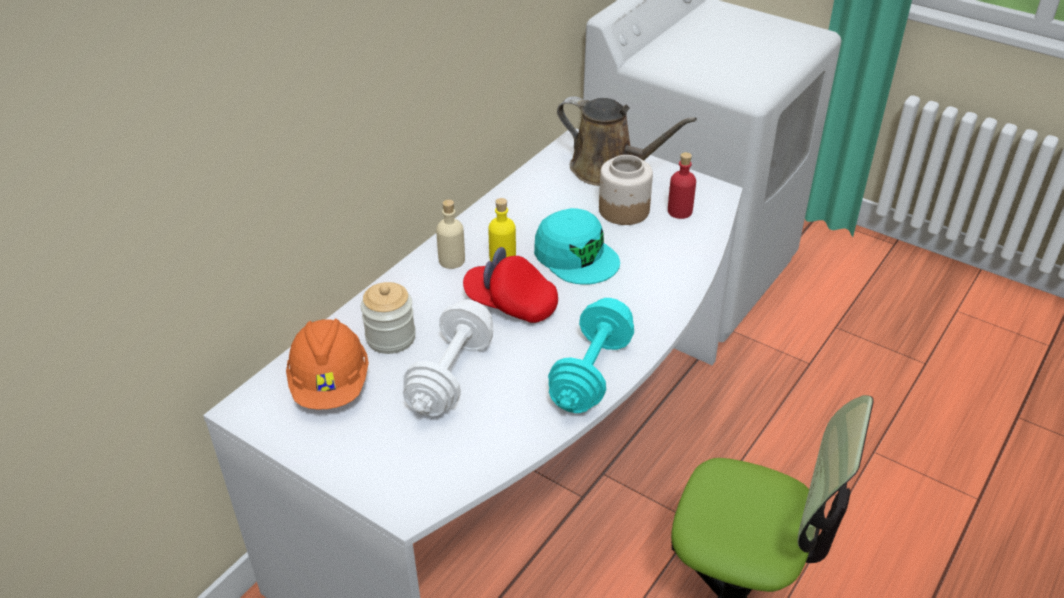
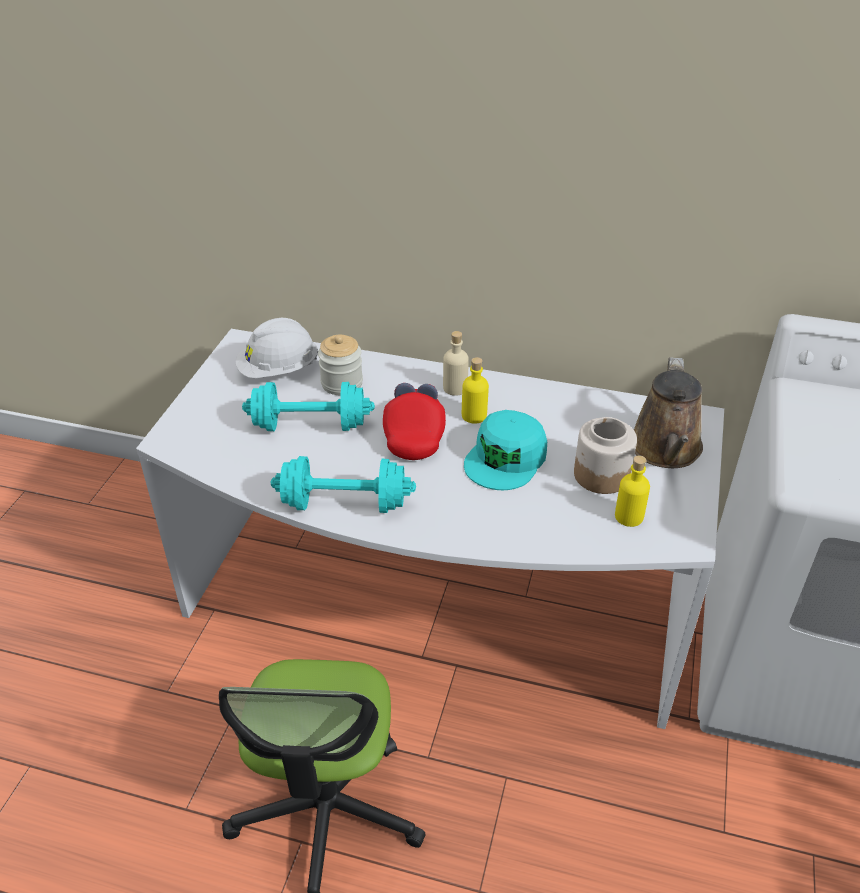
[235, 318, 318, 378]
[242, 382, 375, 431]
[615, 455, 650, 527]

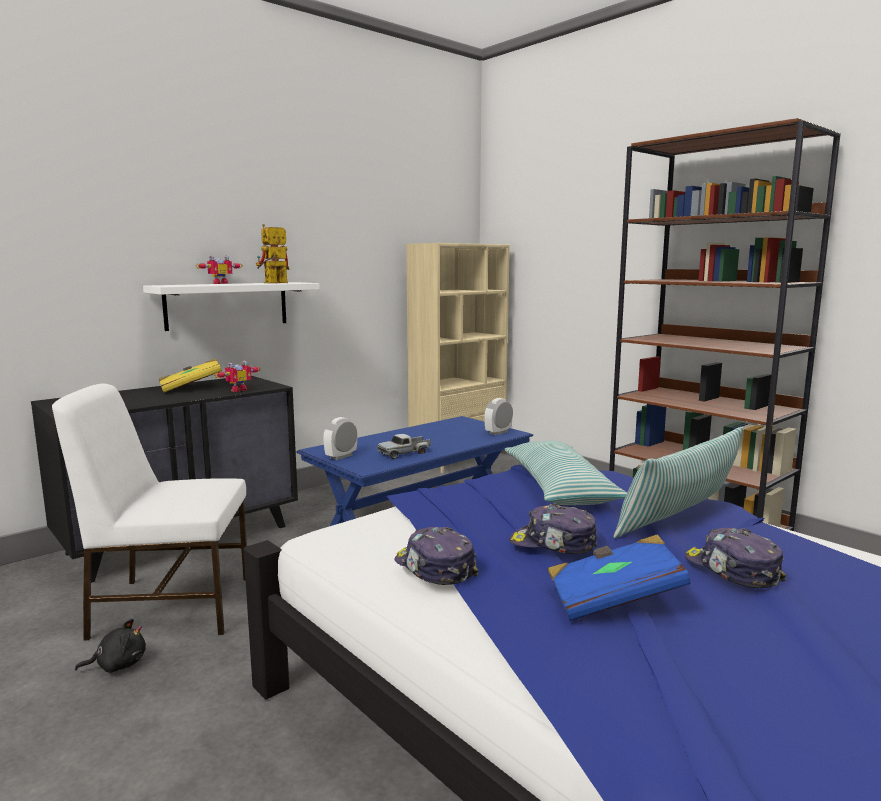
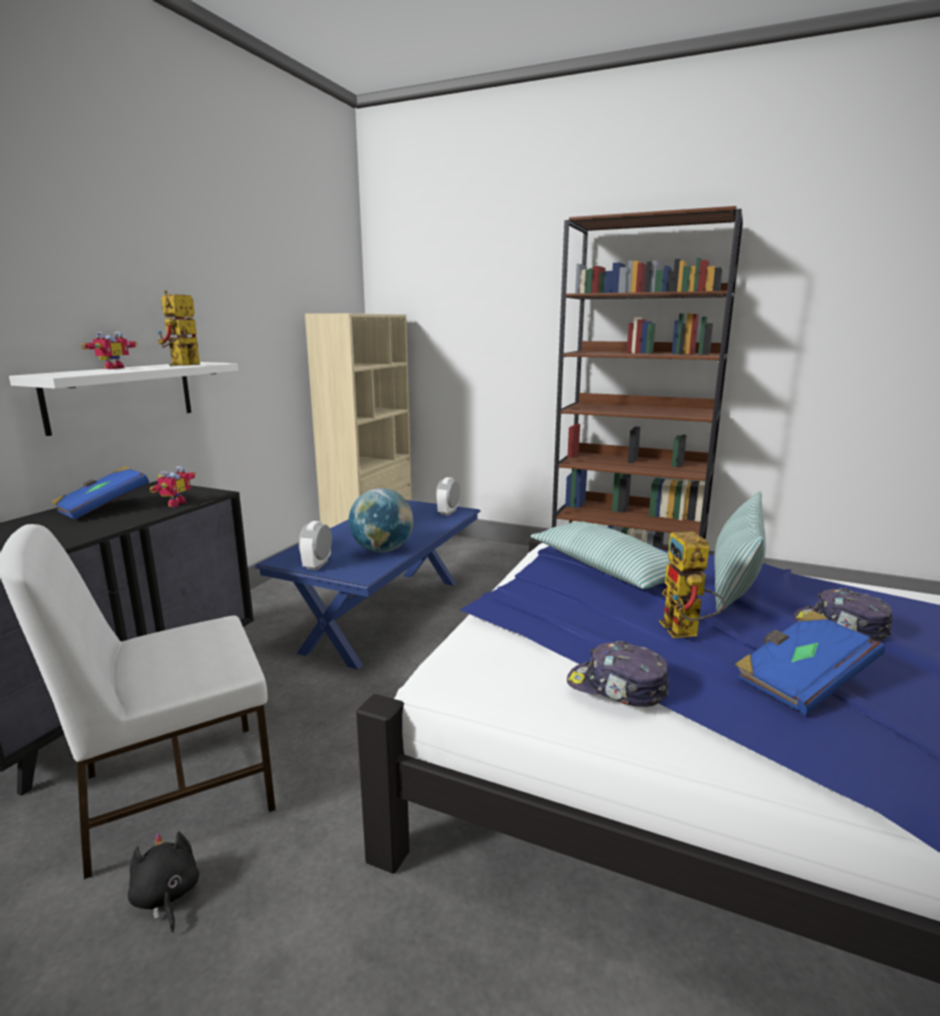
[349, 488, 413, 552]
[659, 531, 725, 638]
[51, 466, 149, 520]
[128, 831, 199, 933]

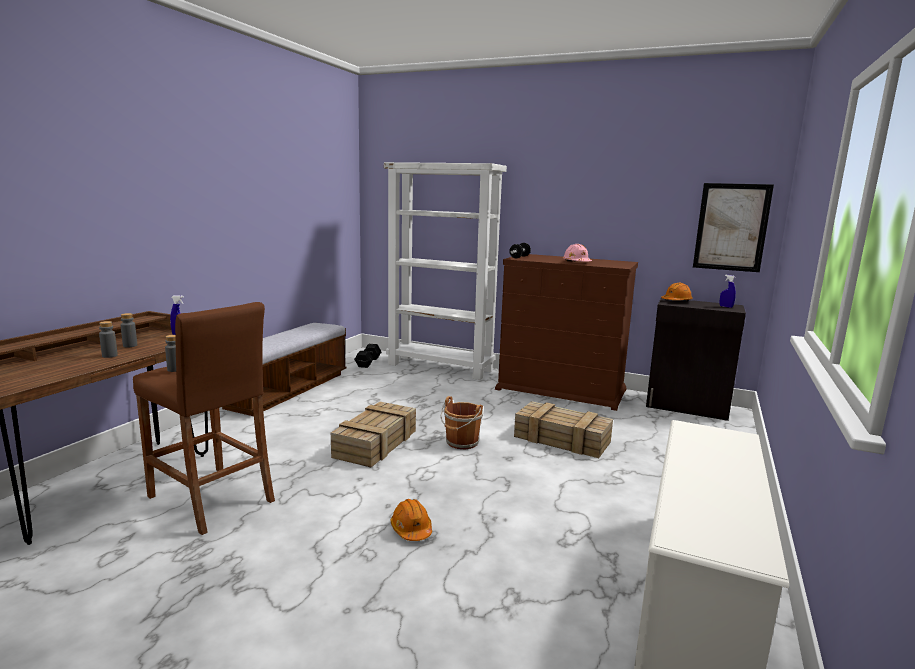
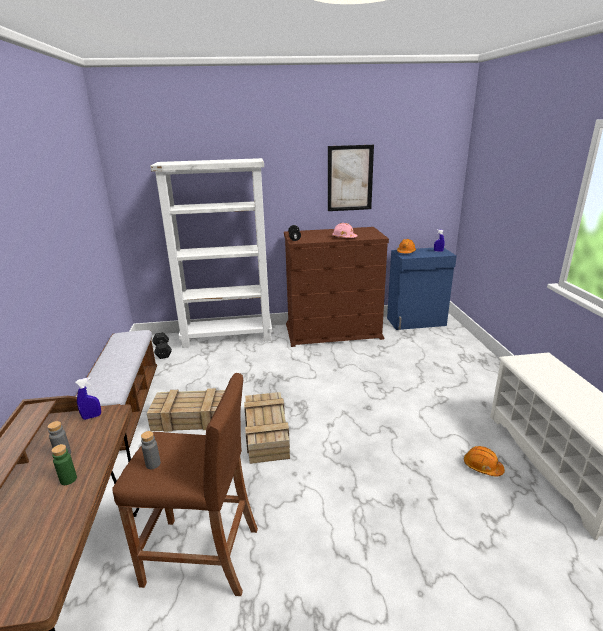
[440, 396, 483, 449] (first image)
[464, 446, 505, 477]
[147, 388, 225, 432]
[328, 145, 374, 211]
[52, 444, 77, 485]
[387, 248, 457, 330]

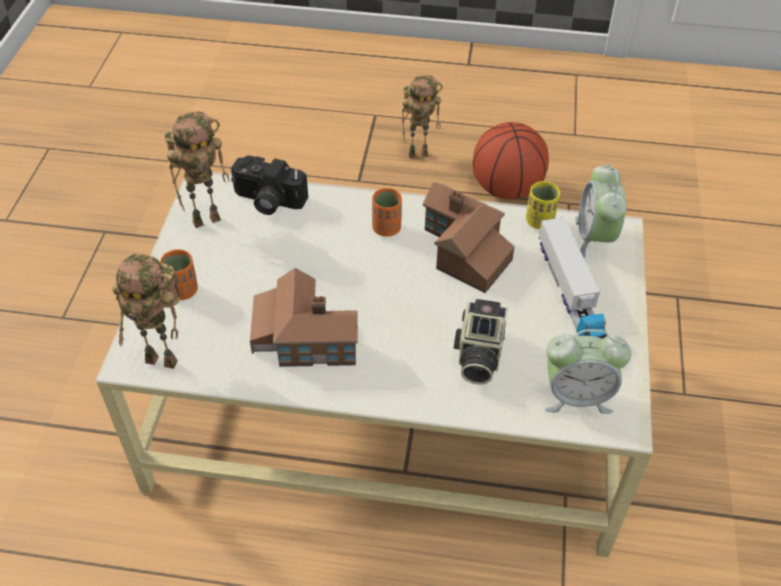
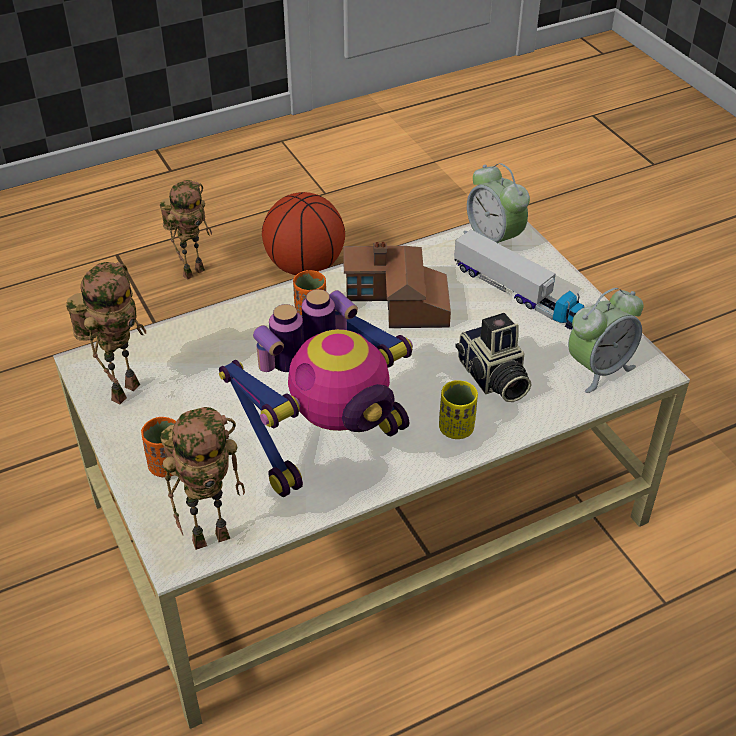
[231, 155, 308, 215] (first image)
[439, 380, 478, 439]
[219, 289, 413, 497]

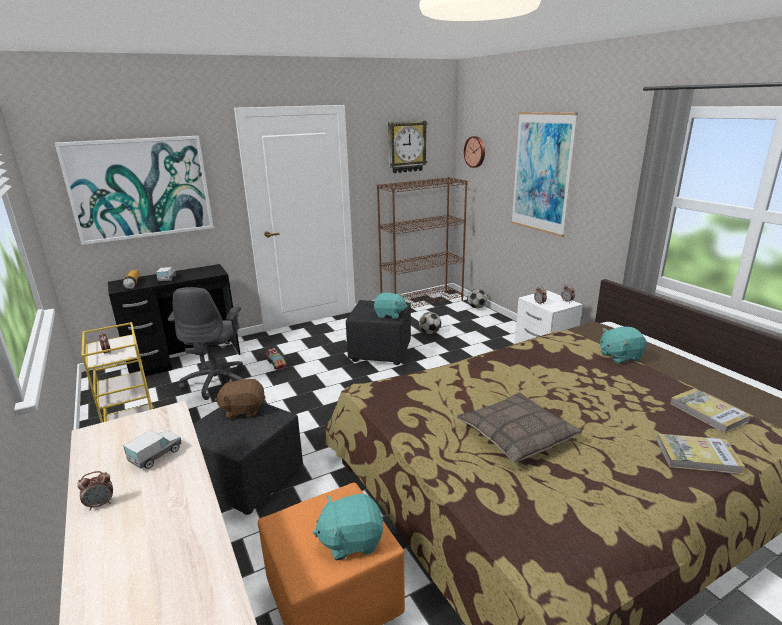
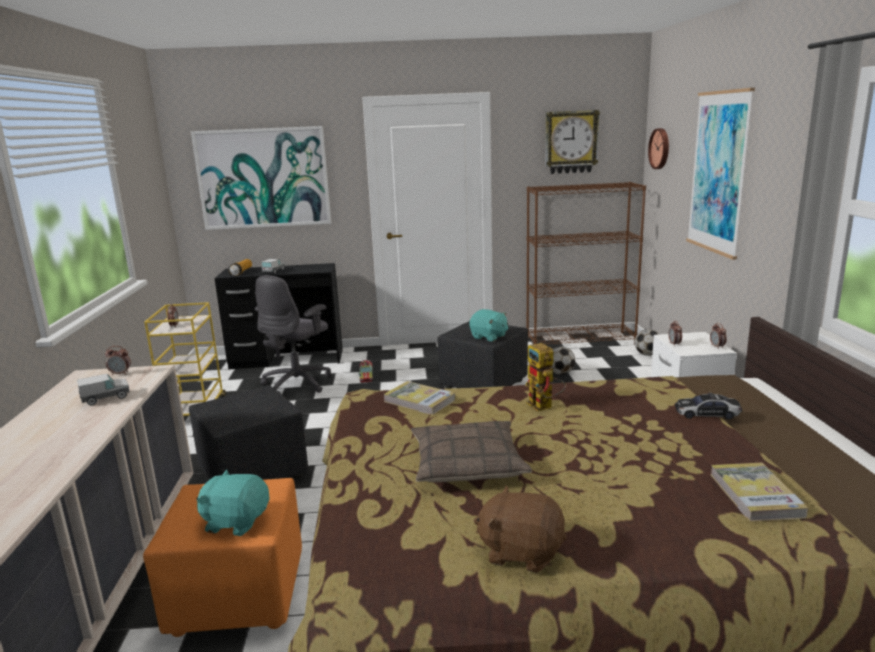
[526, 343, 566, 411]
[105, 346, 131, 376]
[473, 486, 566, 573]
[383, 381, 455, 415]
[675, 393, 742, 420]

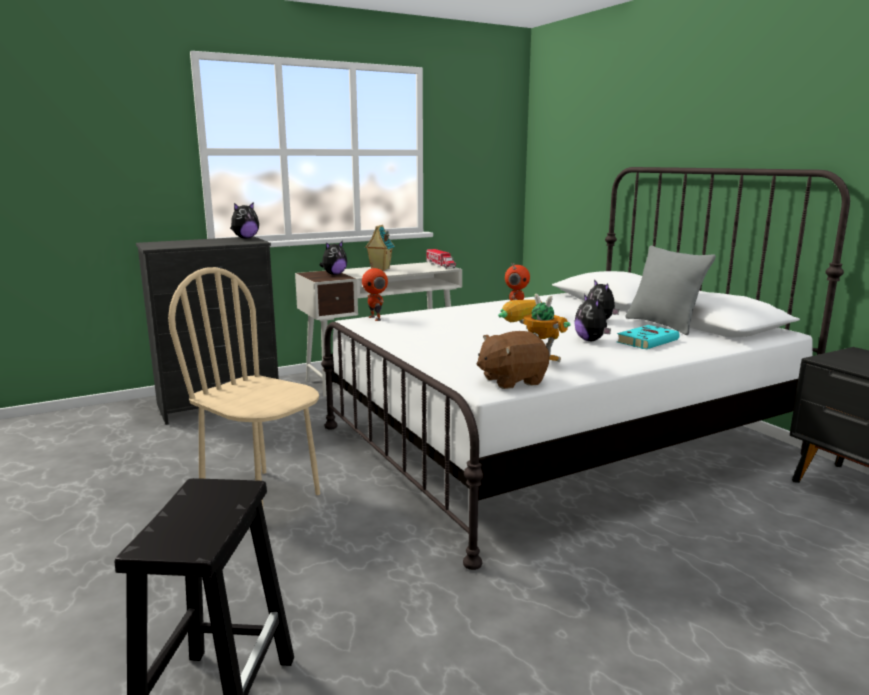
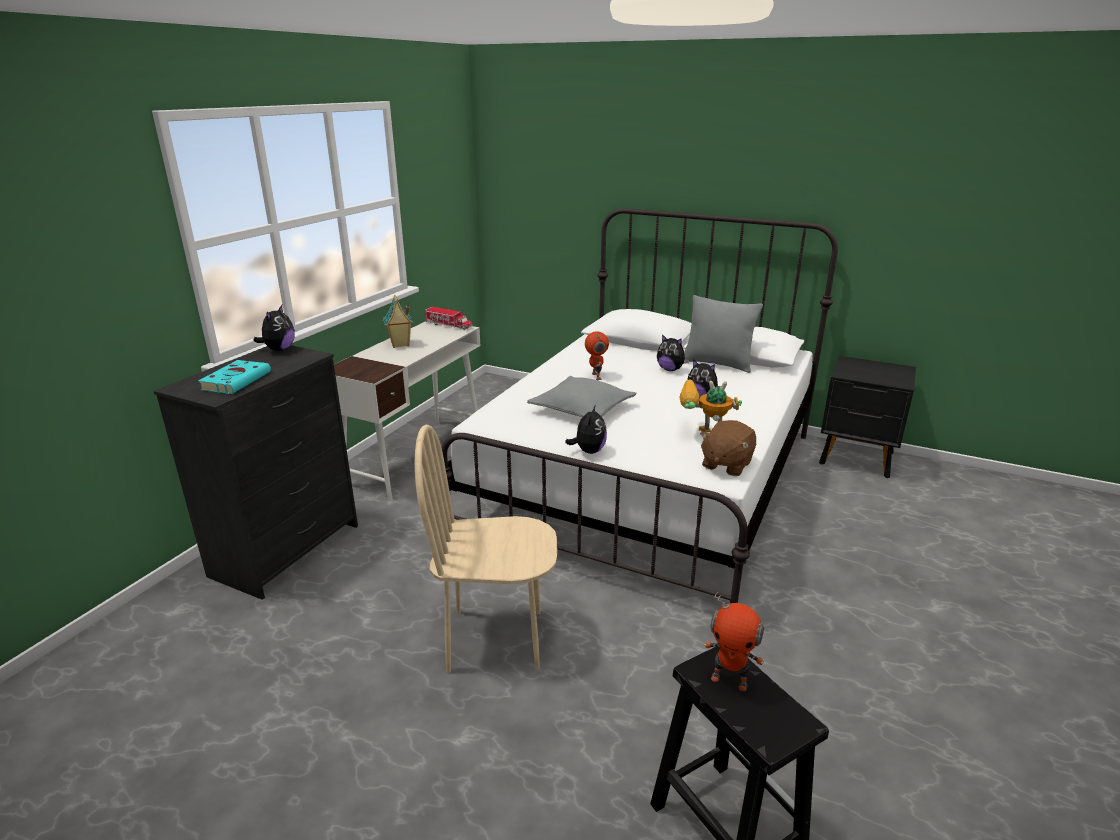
[527, 376, 636, 417]
[565, 404, 607, 454]
[704, 592, 764, 691]
[198, 360, 271, 394]

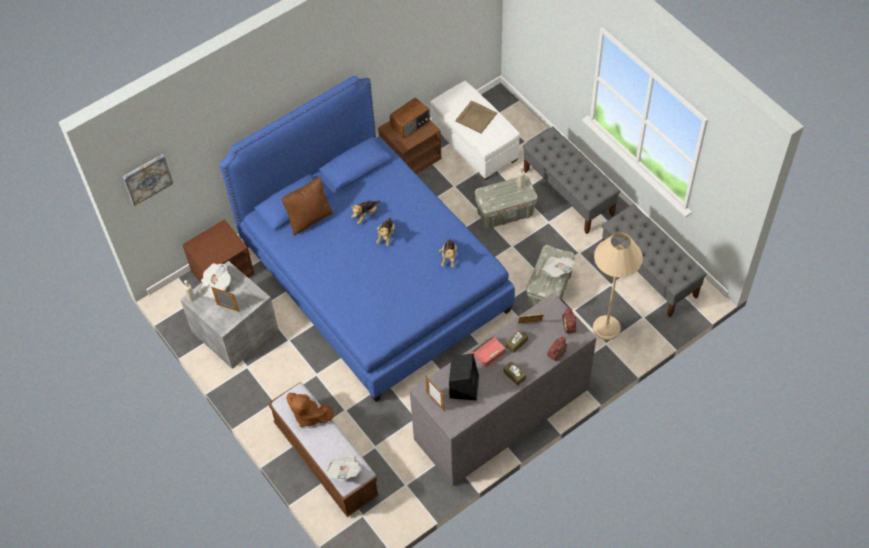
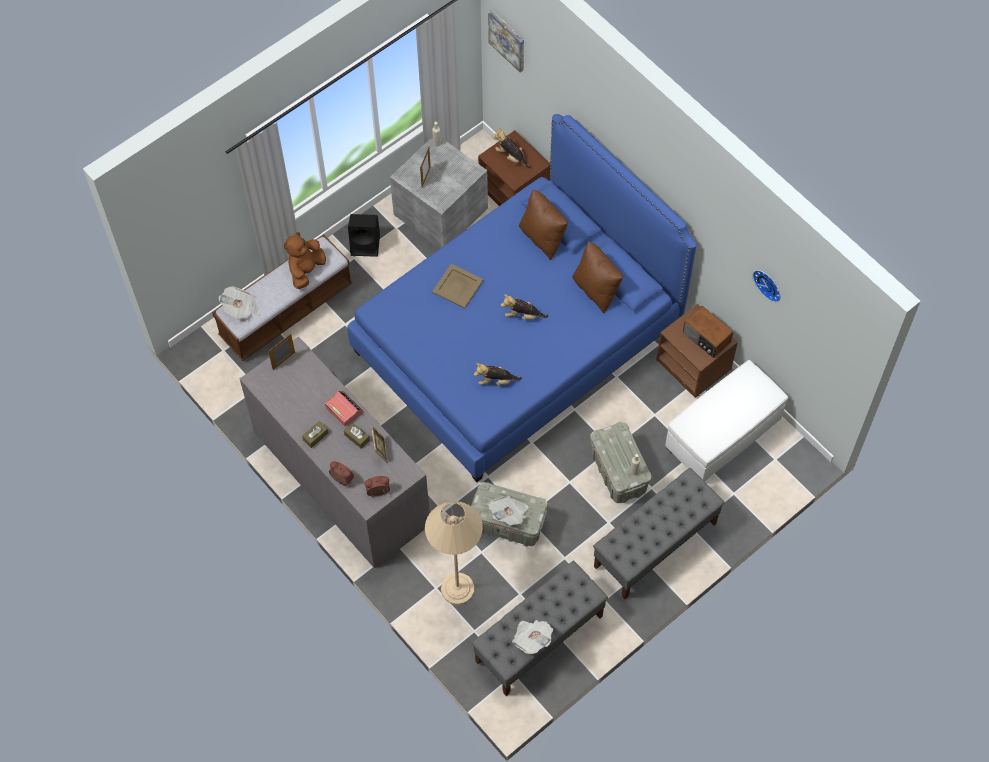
[572, 241, 623, 313]
[753, 270, 781, 302]
[512, 620, 553, 654]
[492, 128, 531, 168]
[348, 214, 380, 257]
[432, 264, 484, 308]

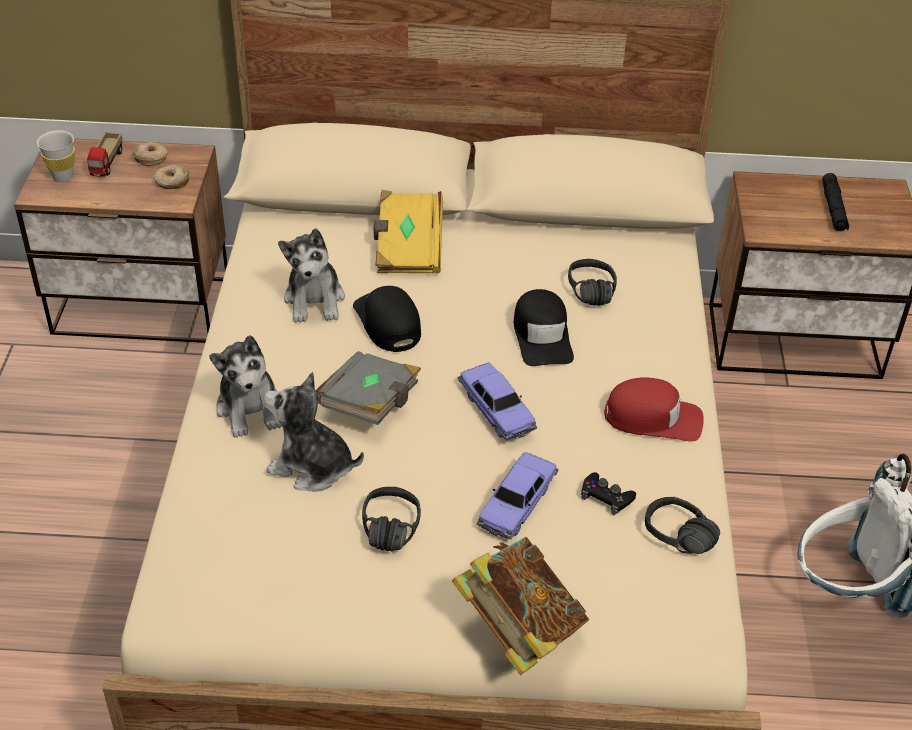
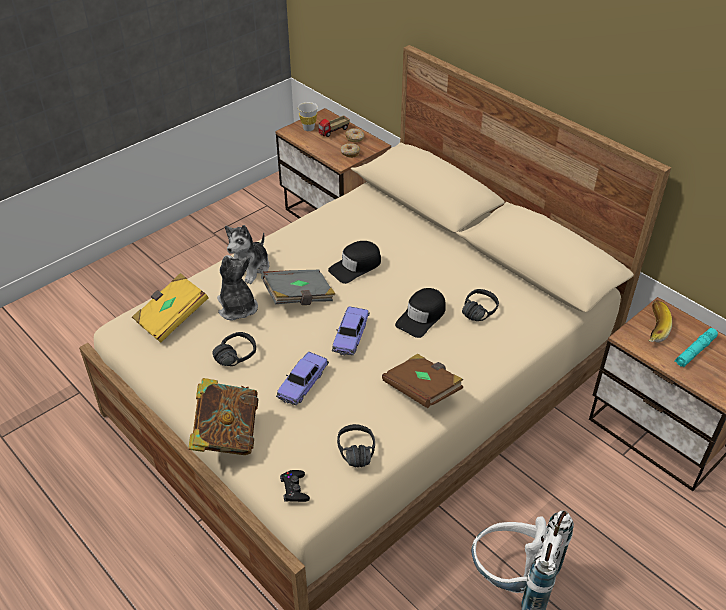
[278, 228, 345, 323] (first image)
[648, 300, 672, 343]
[132, 273, 209, 343]
[280, 470, 310, 502]
[382, 354, 463, 408]
[675, 328, 718, 367]
[328, 241, 381, 284]
[276, 352, 329, 405]

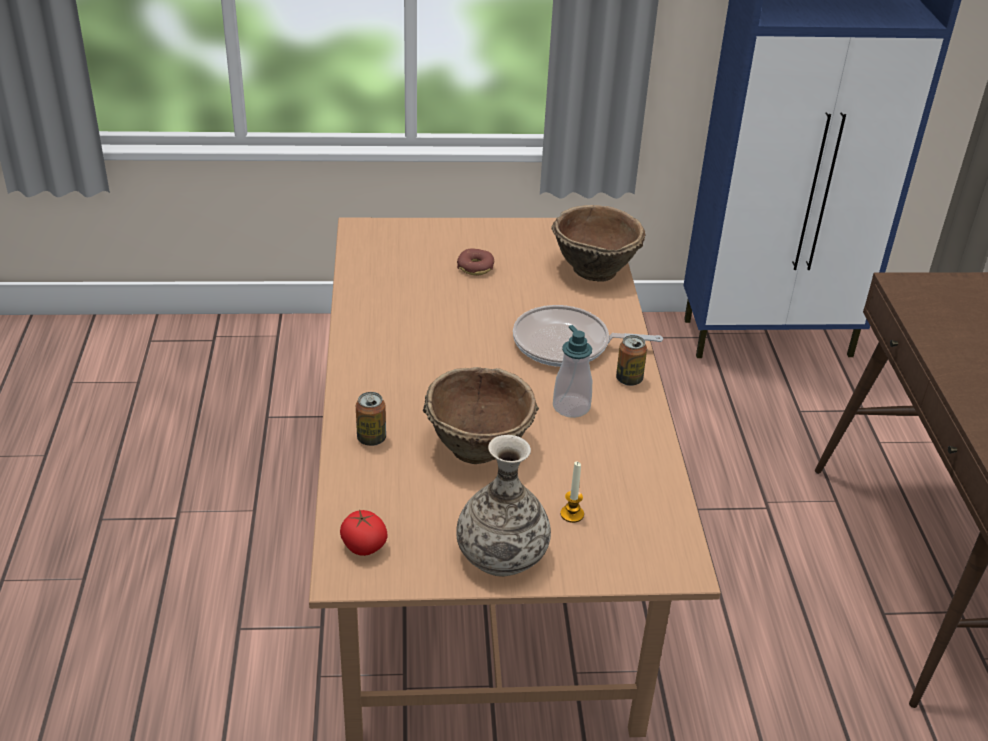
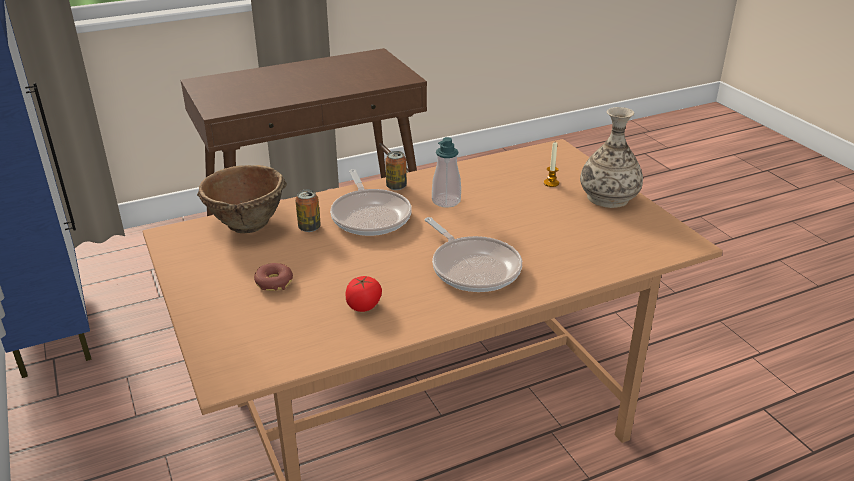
[423, 367, 539, 464] (first image)
[424, 217, 522, 292]
[345, 276, 382, 312]
[295, 189, 321, 232]

